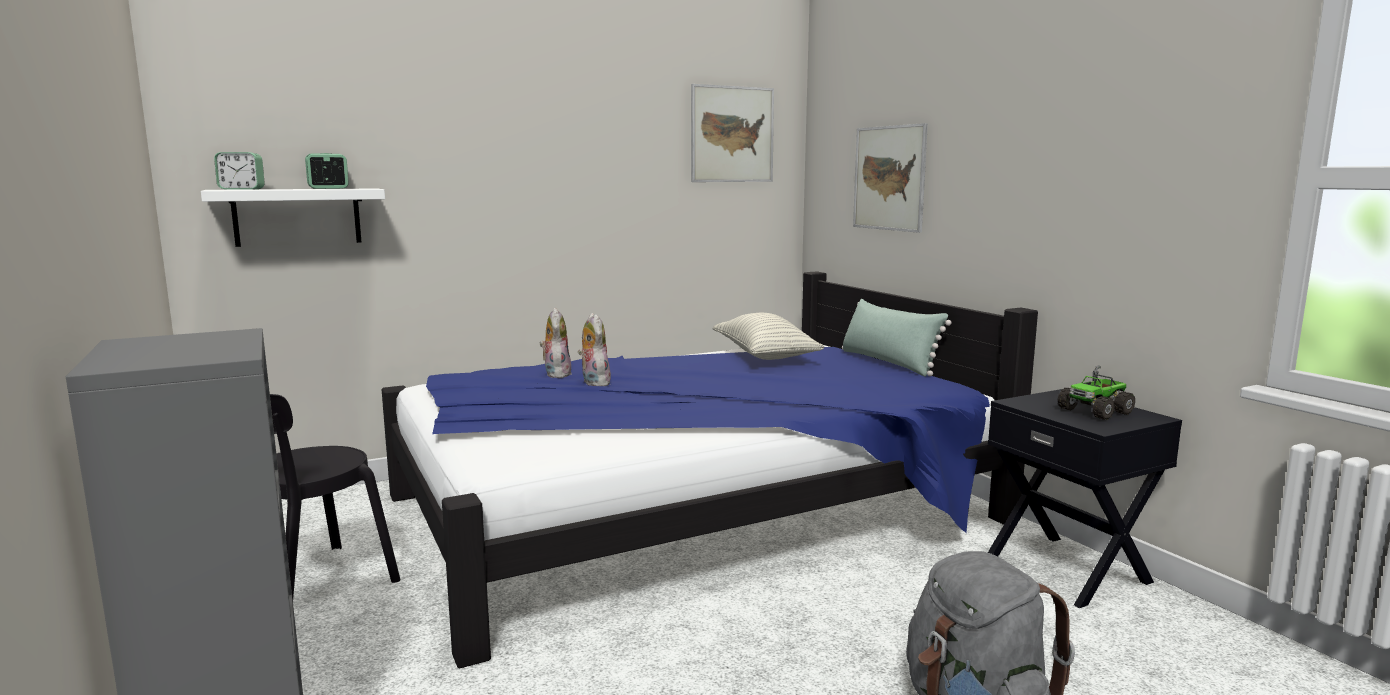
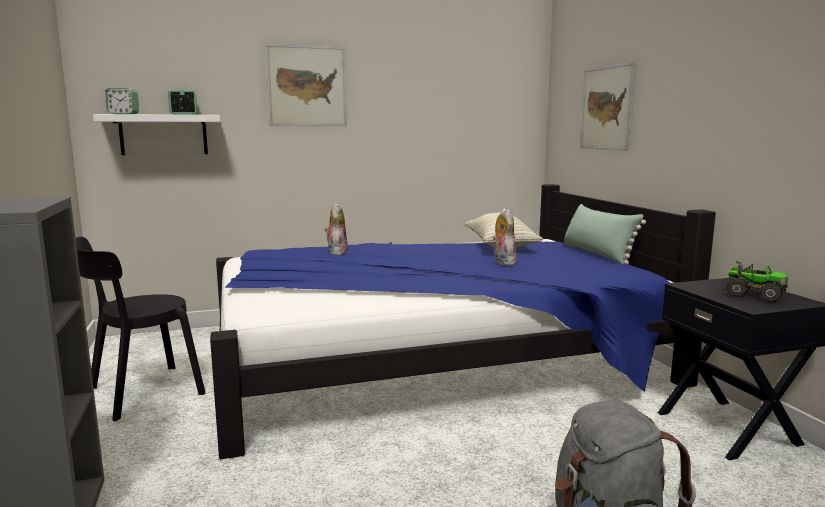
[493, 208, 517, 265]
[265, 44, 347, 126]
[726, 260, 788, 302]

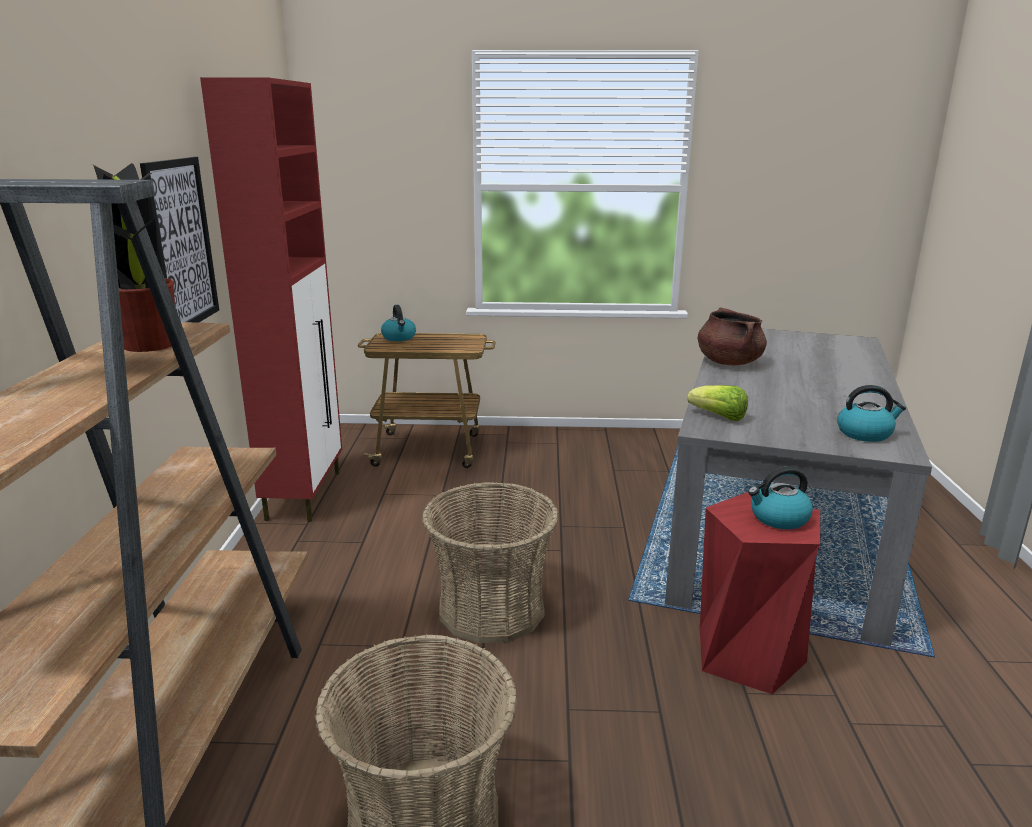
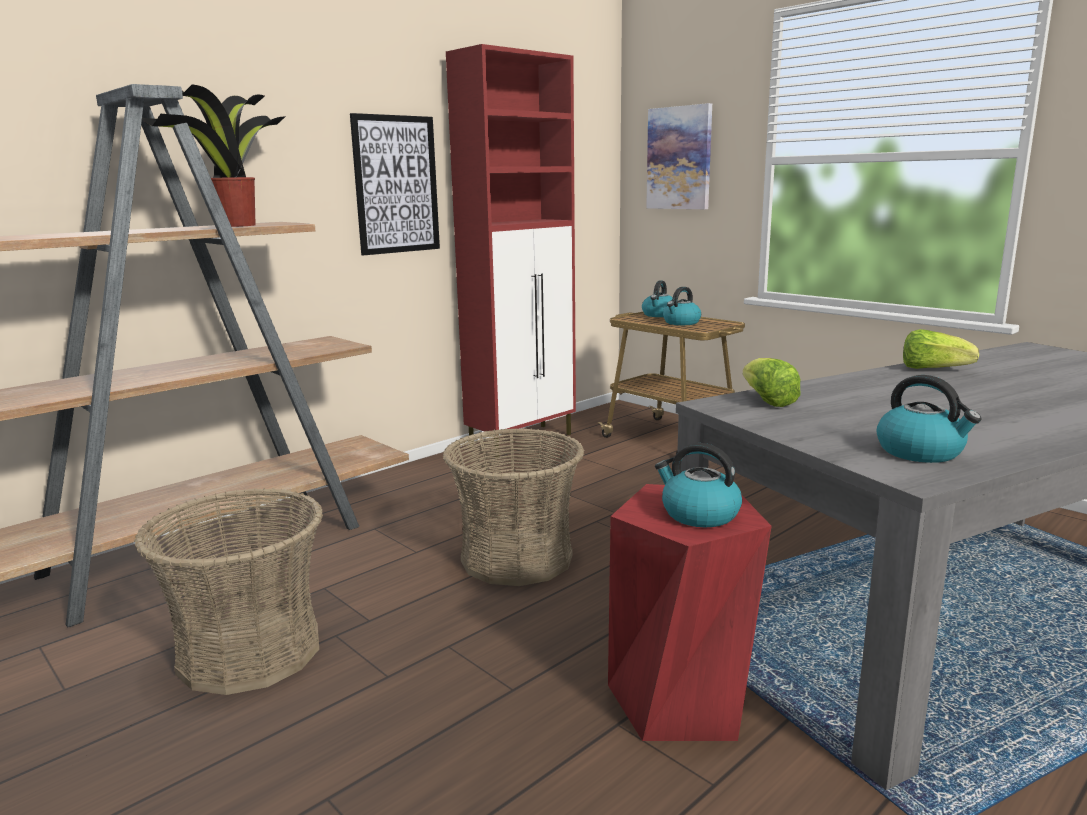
[646, 103, 712, 209]
[663, 287, 701, 325]
[903, 329, 979, 369]

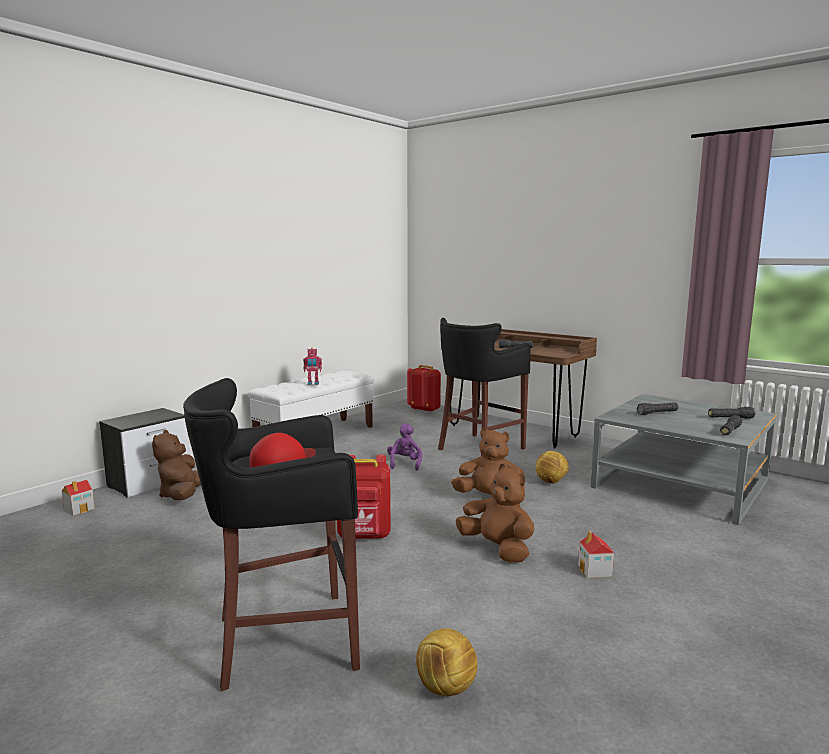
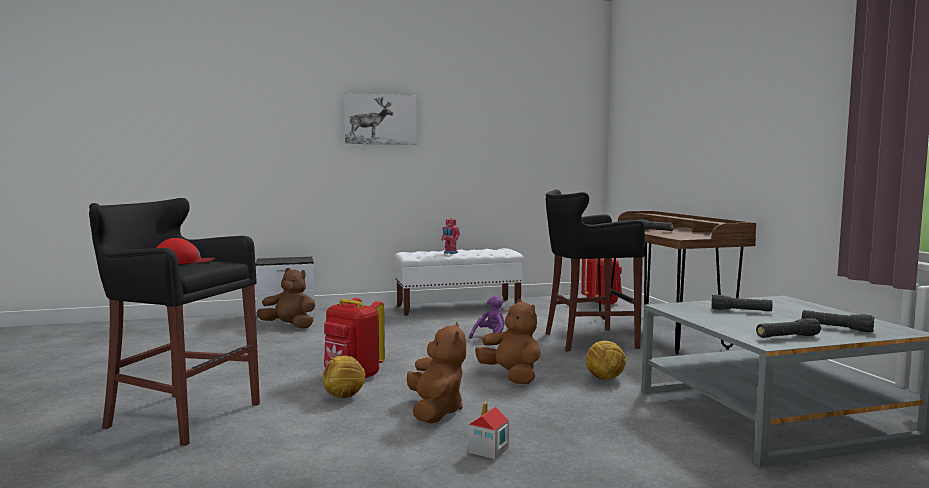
[62, 480, 95, 516] (first image)
[344, 93, 417, 145]
[322, 355, 366, 398]
[257, 268, 315, 329]

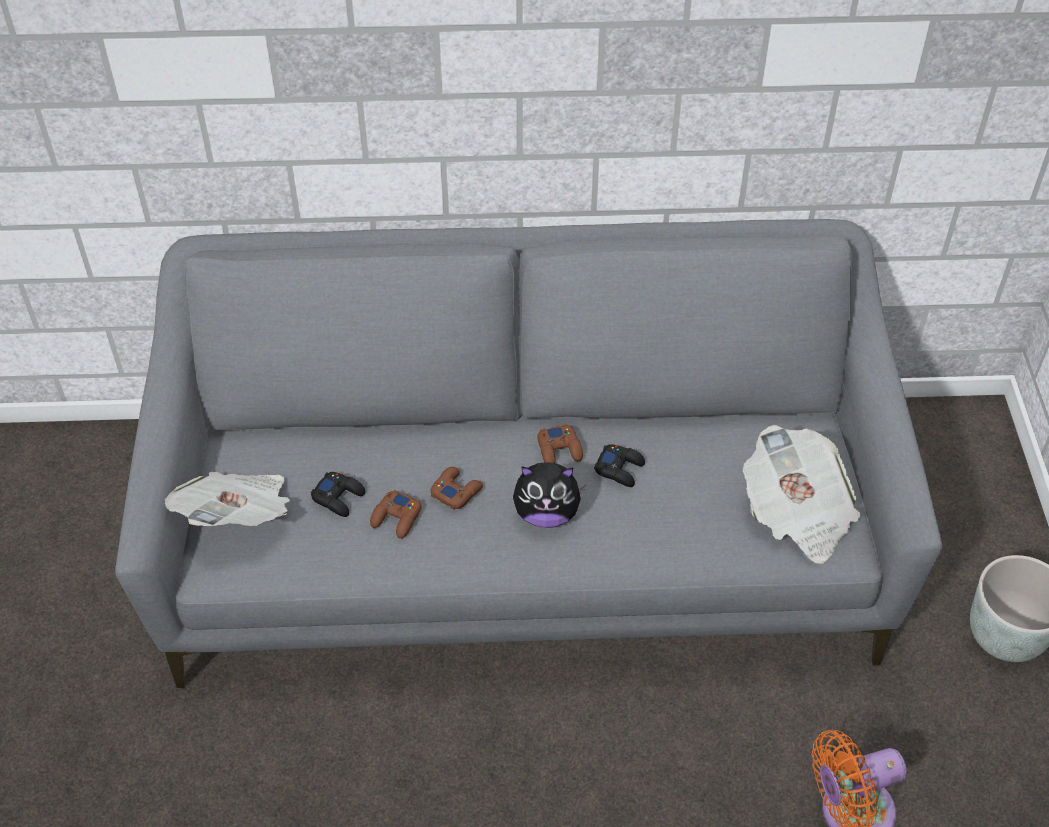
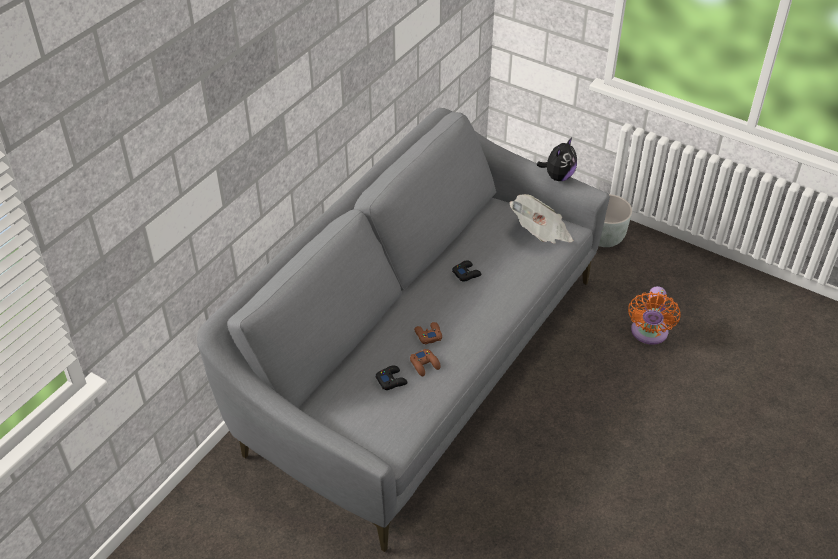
[165, 472, 290, 526] (first image)
[537, 424, 583, 463] (first image)
[537, 137, 577, 181]

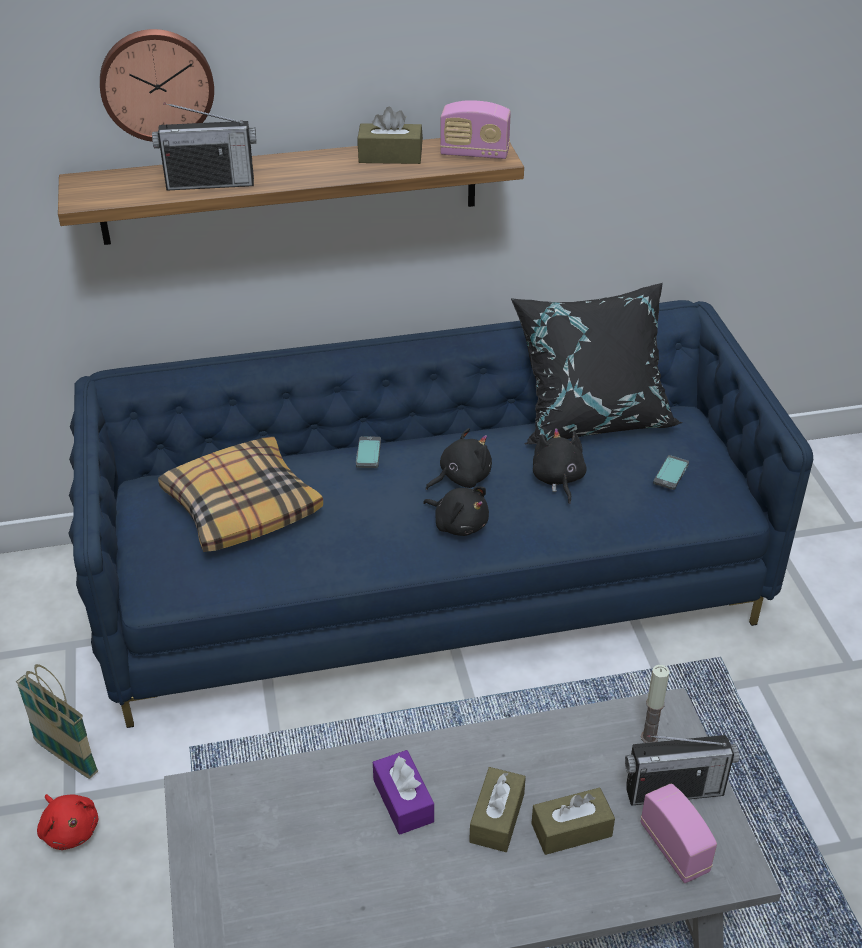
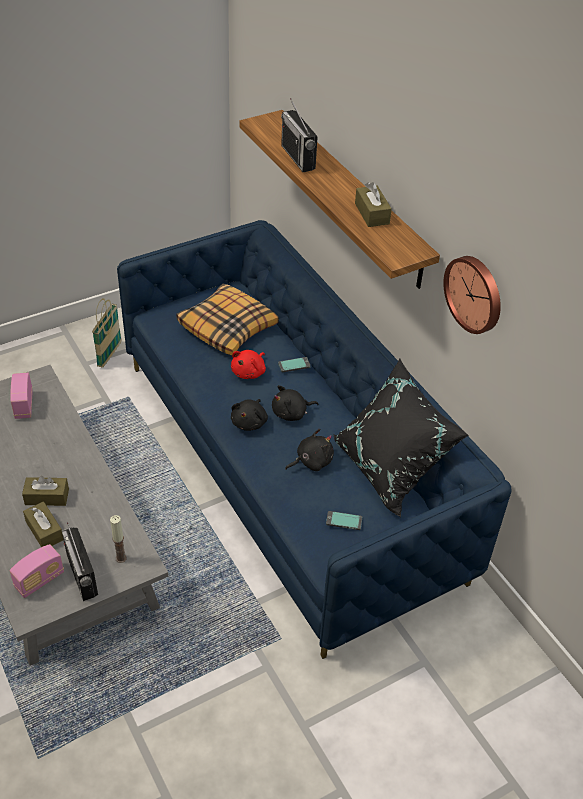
[373, 750, 434, 835] (first image)
[231, 350, 266, 379]
[443, 256, 501, 334]
[10, 373, 33, 419]
[272, 385, 319, 421]

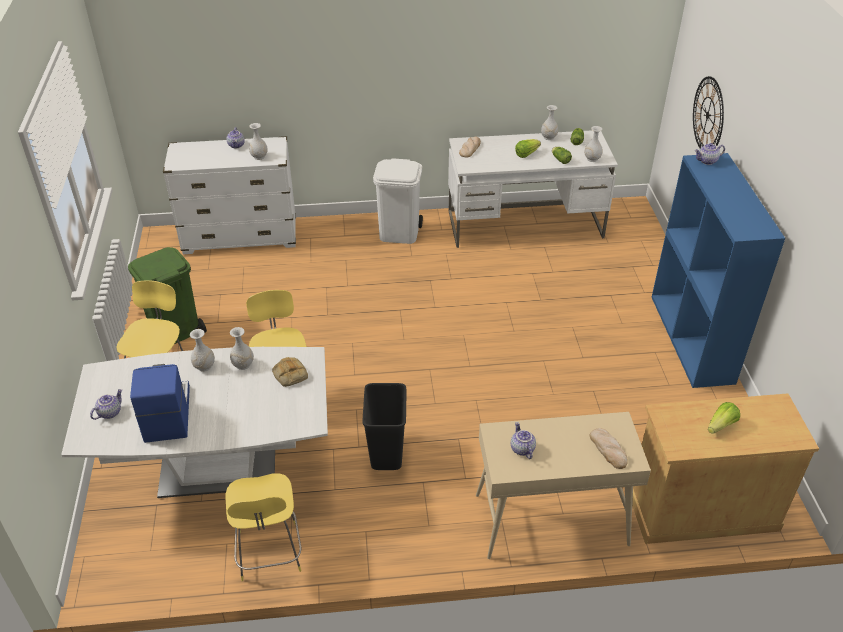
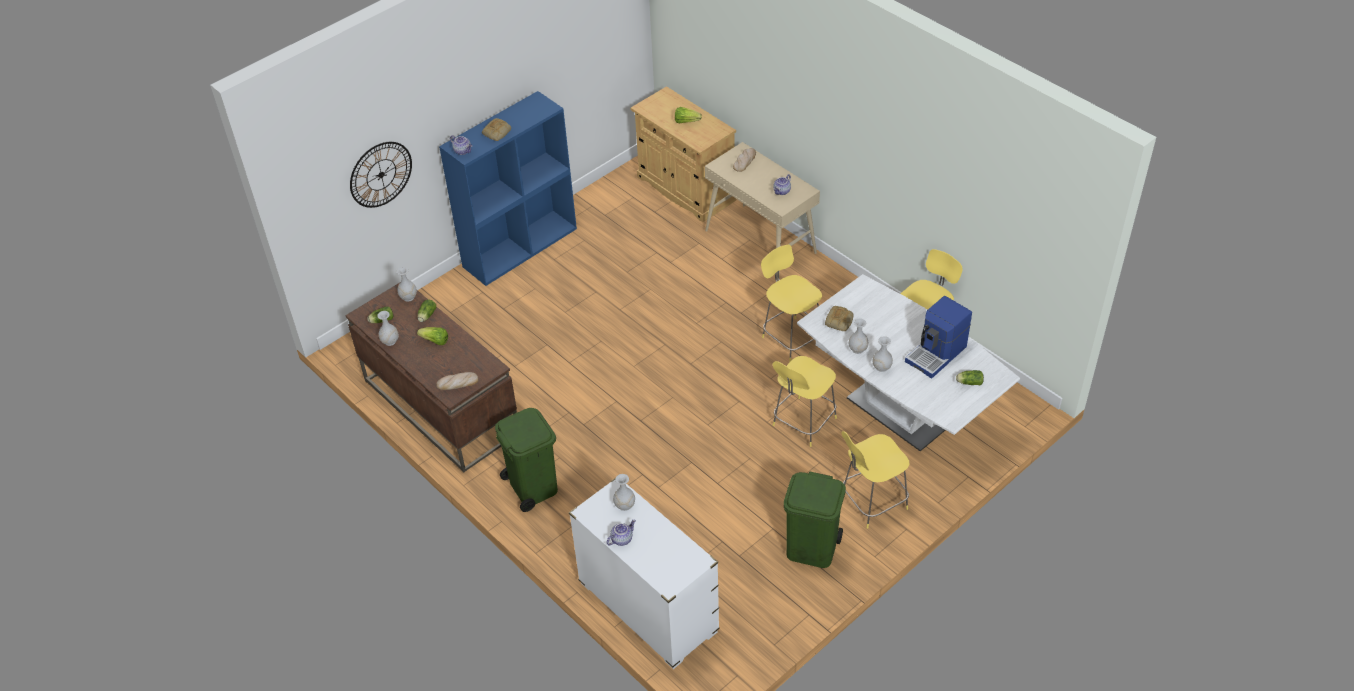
[482, 118, 511, 141]
[956, 370, 984, 385]
[761, 244, 822, 362]
[495, 408, 558, 512]
[346, 283, 517, 473]

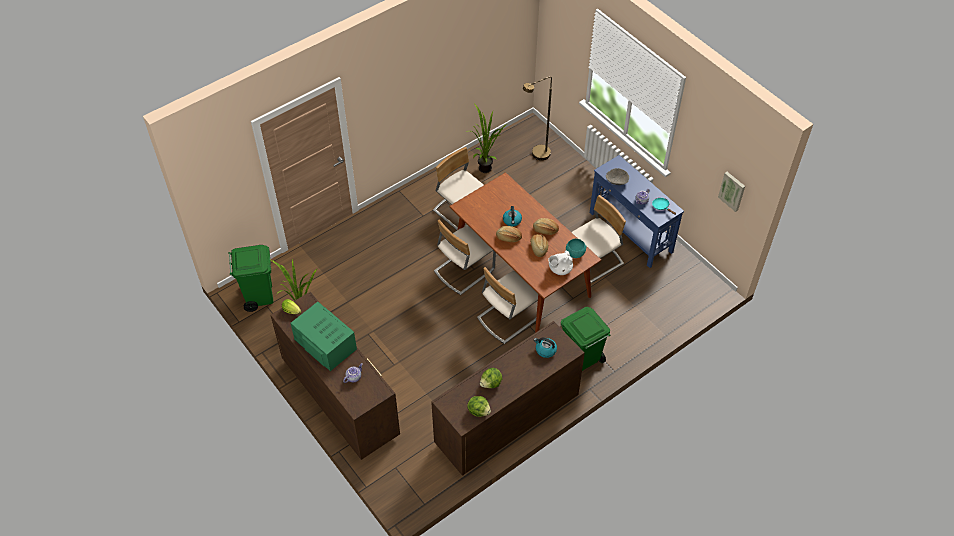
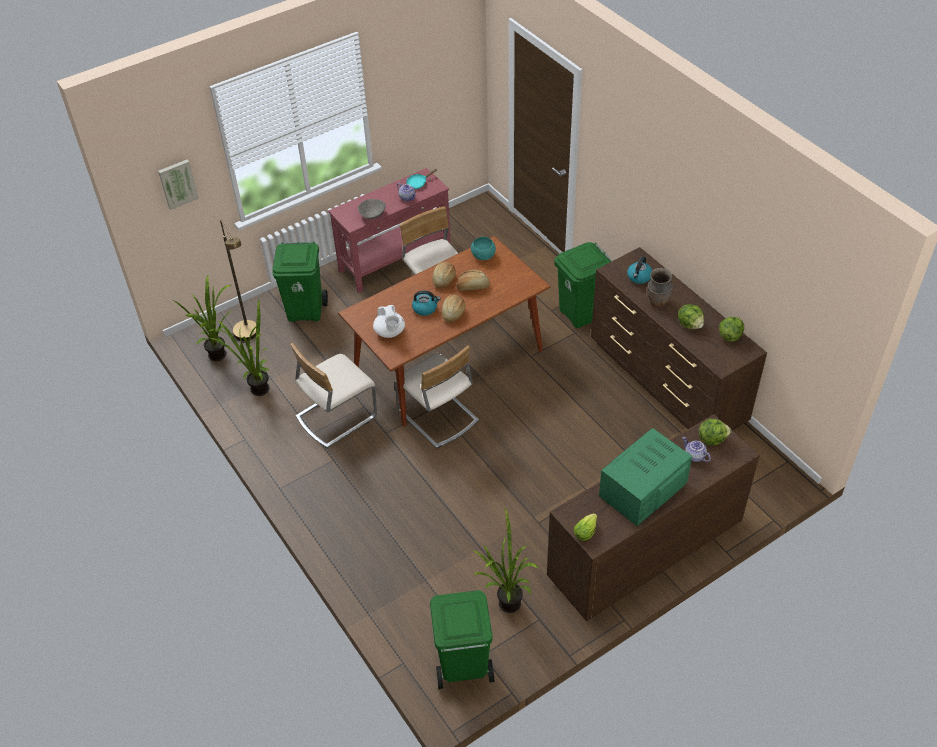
[477, 267, 538, 344] (first image)
[172, 275, 233, 361]
[272, 241, 328, 322]
[647, 268, 673, 308]
[699, 419, 731, 446]
[373, 305, 405, 338]
[158, 160, 199, 210]
[328, 168, 451, 293]

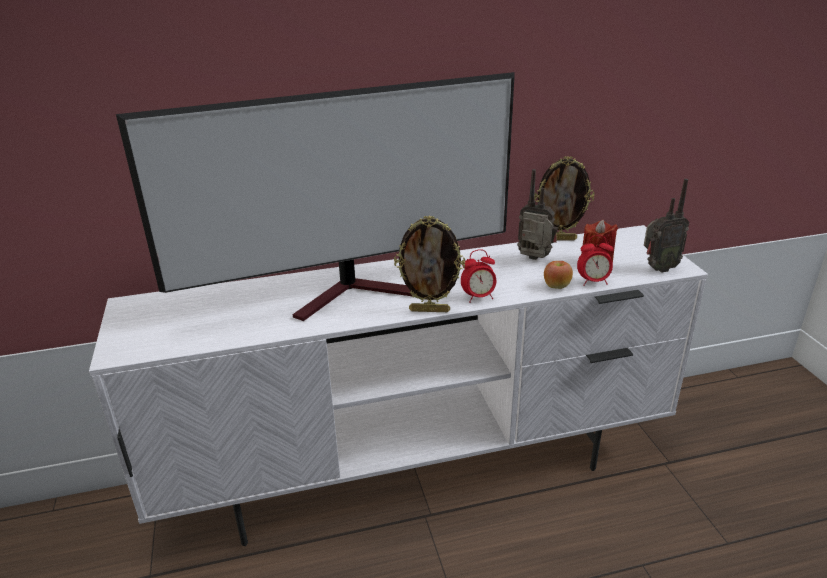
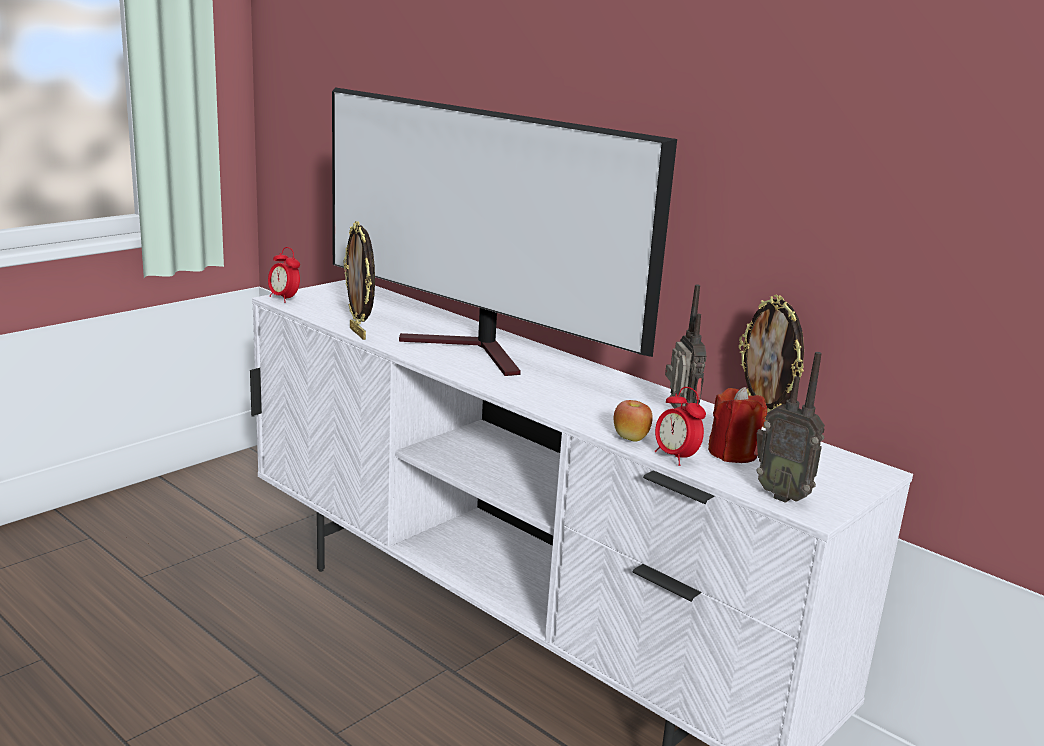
[344, 221, 375, 340]
[268, 247, 300, 303]

